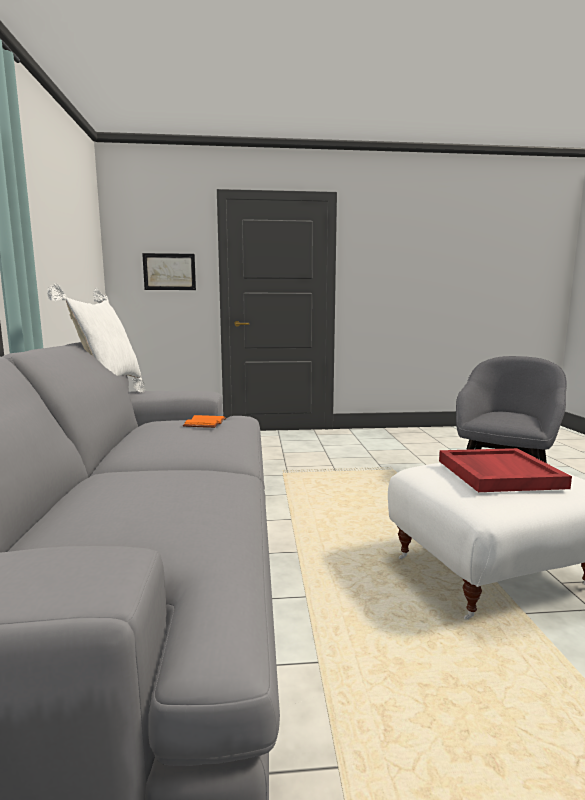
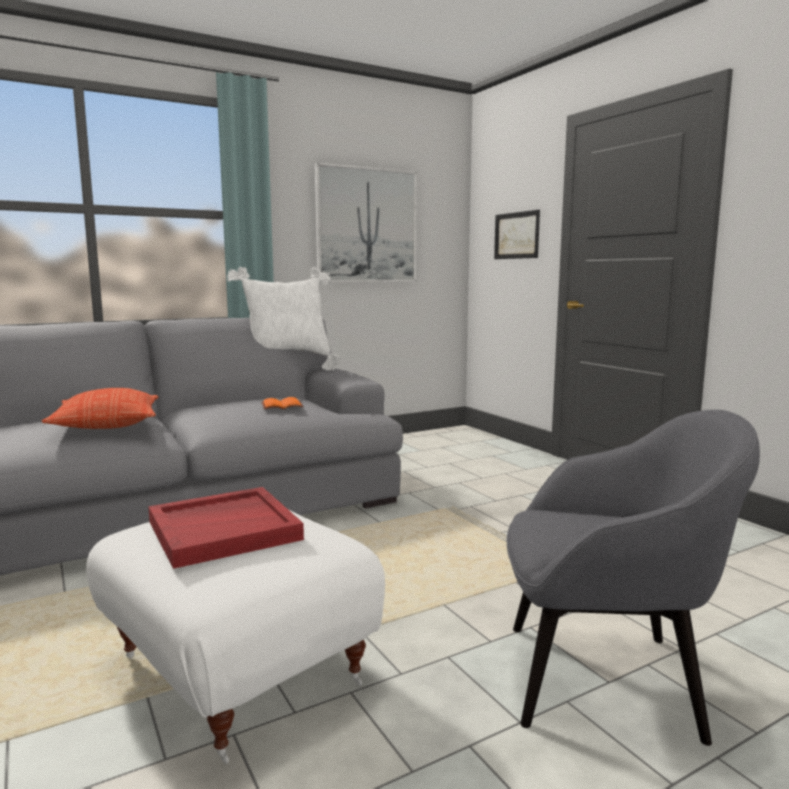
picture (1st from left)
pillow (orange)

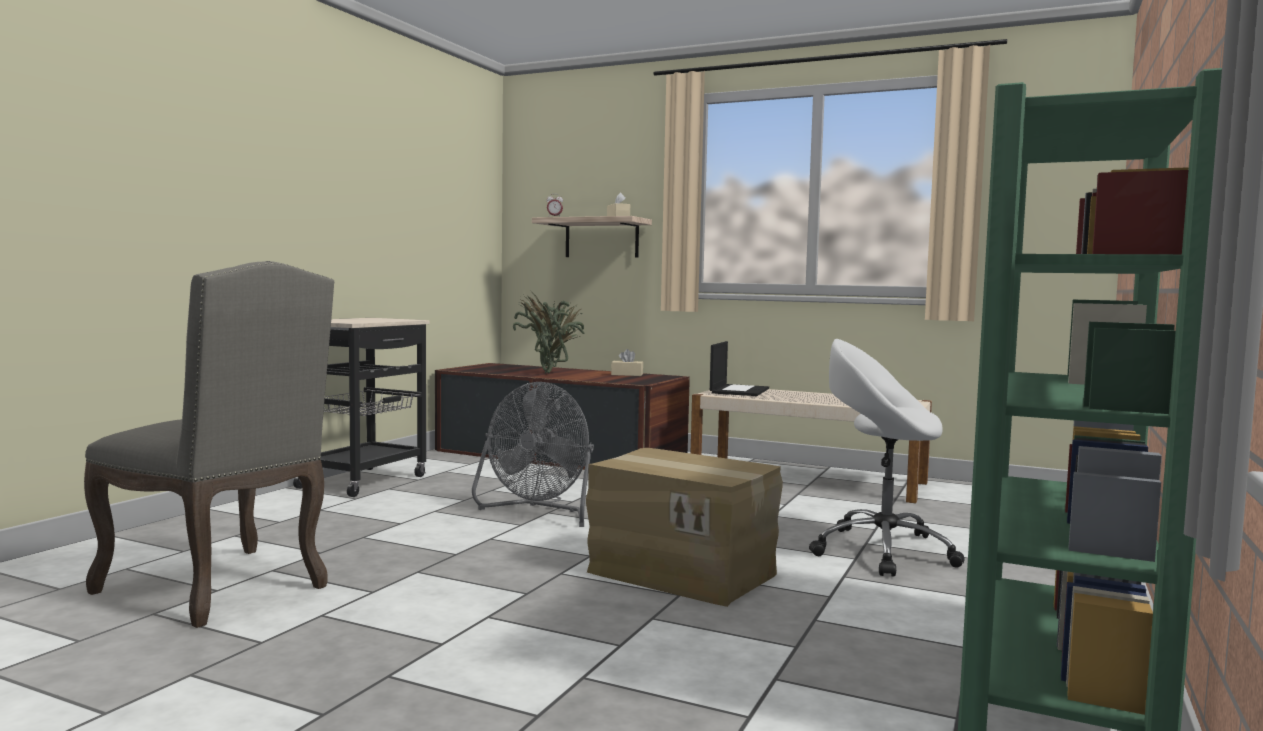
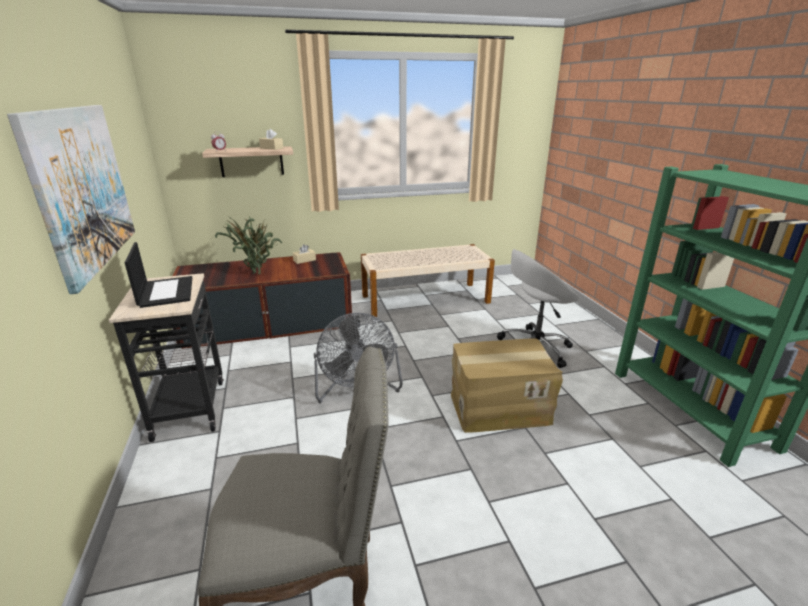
laptop
picture

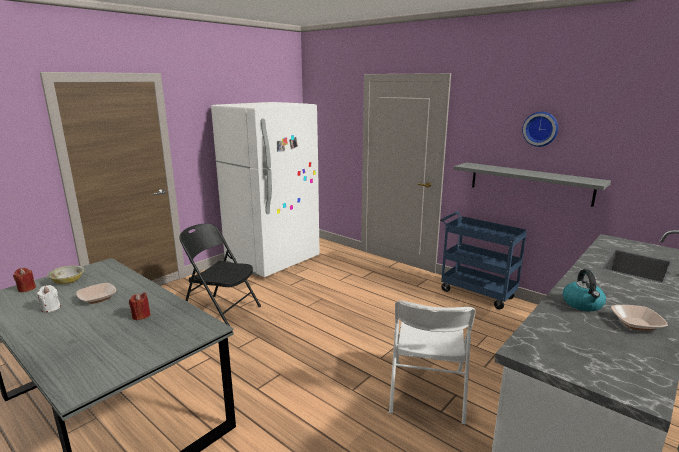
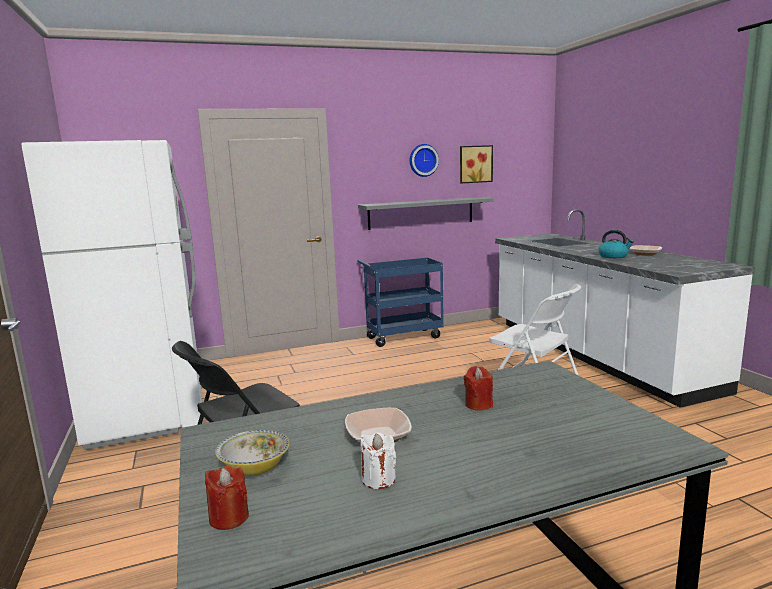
picture

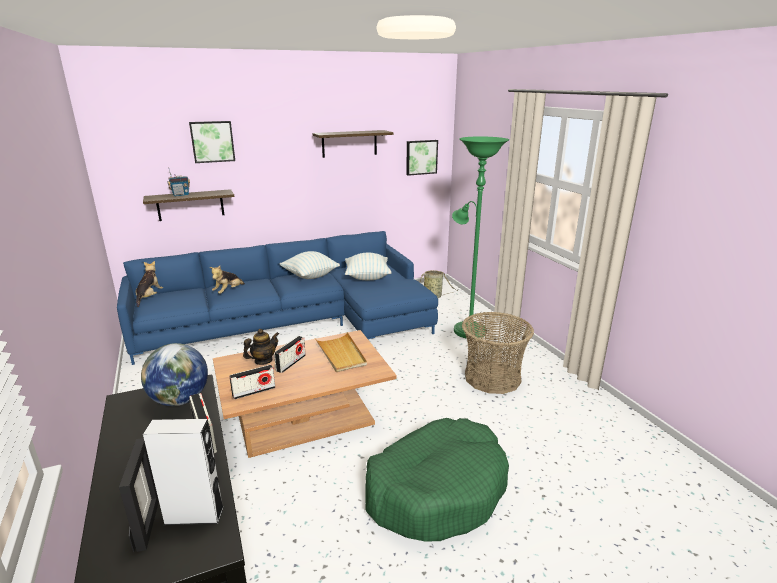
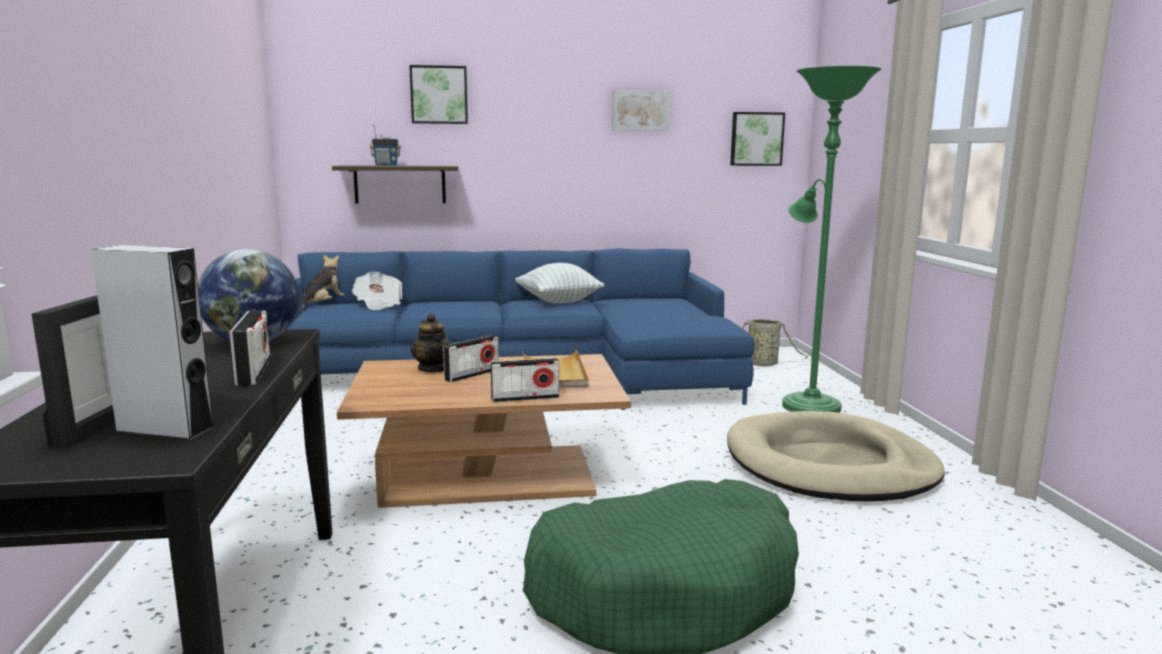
picture (2nd from left)
pillow (2nd from left in the first image)
plush toy (2nd from left in the first image)
dog bed (beige)
teapot
radio (4th from left)
newspaper

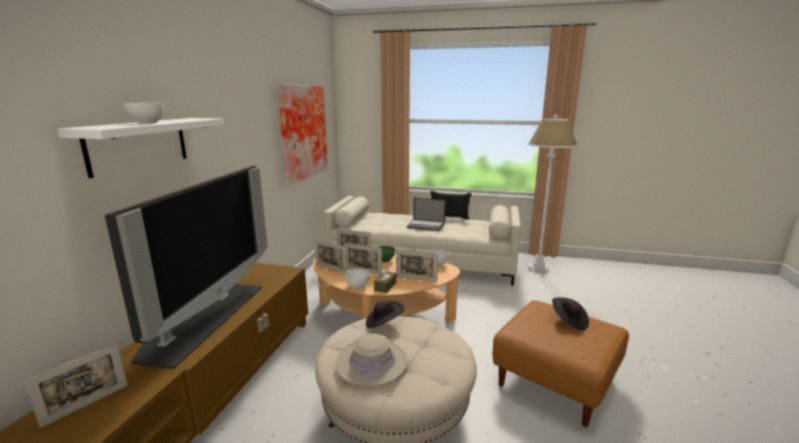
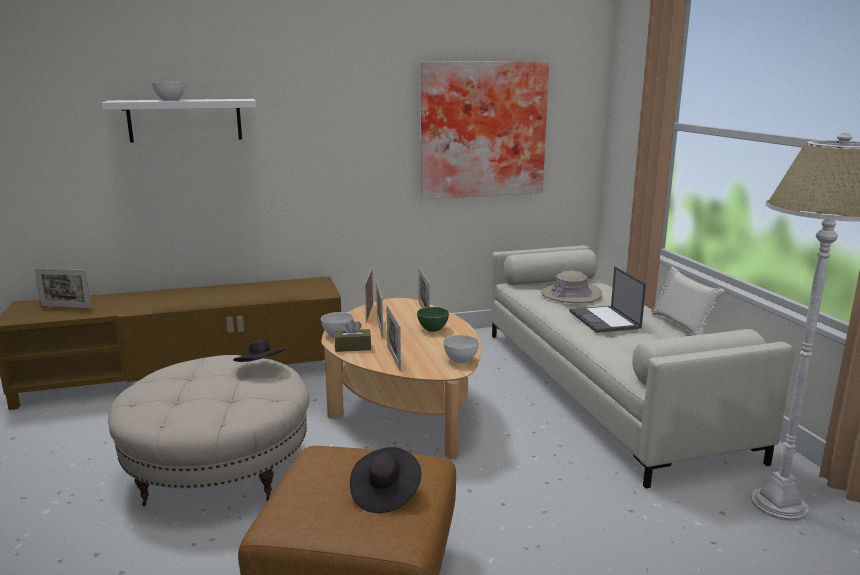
television
pillow (white)
hat (beige)

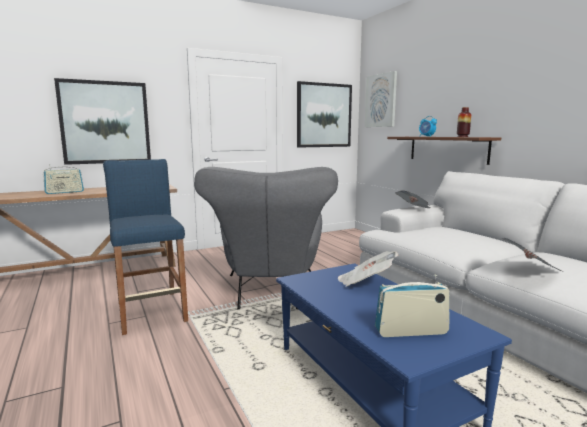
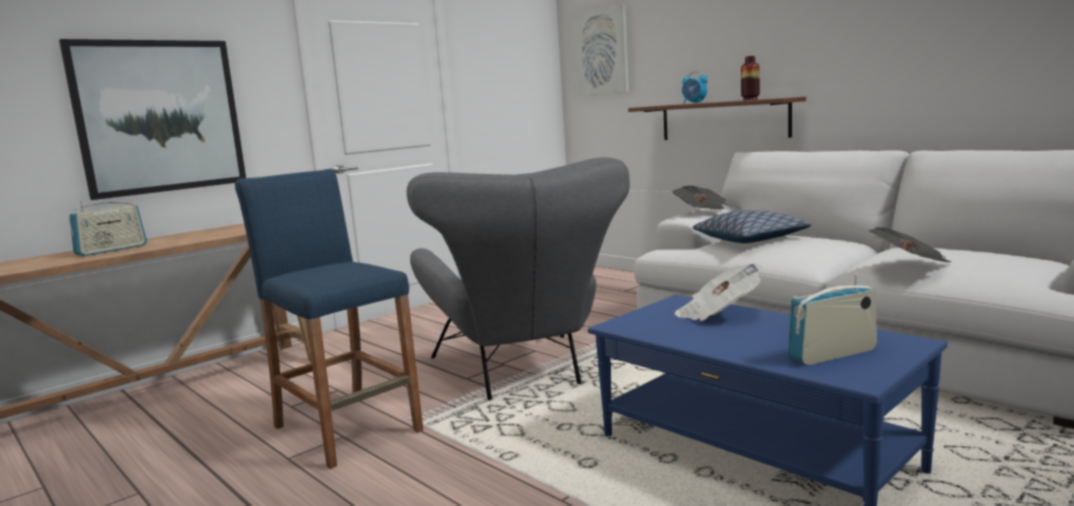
picture (2nd from left in the first image)
pillow

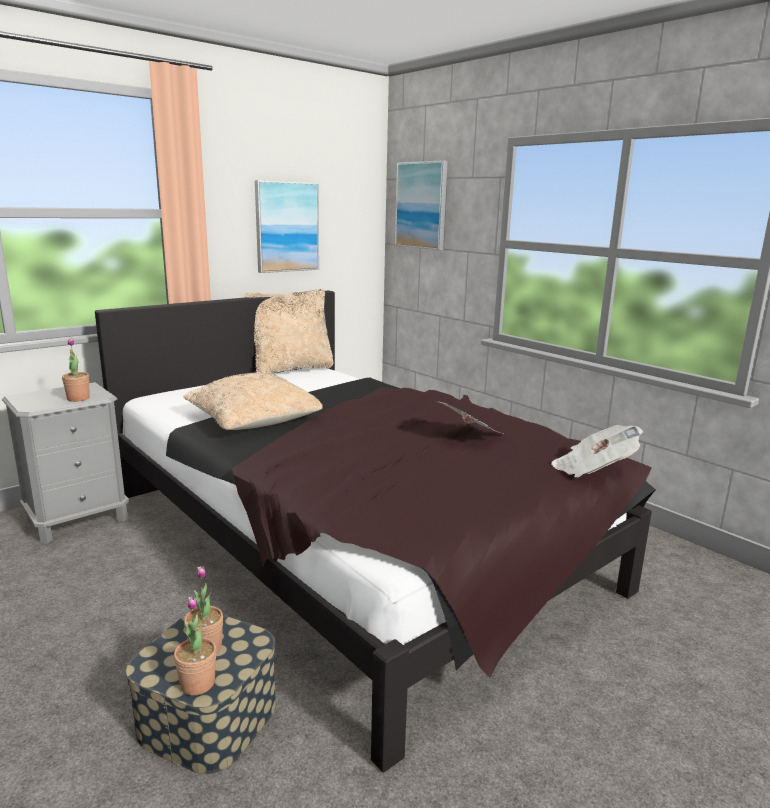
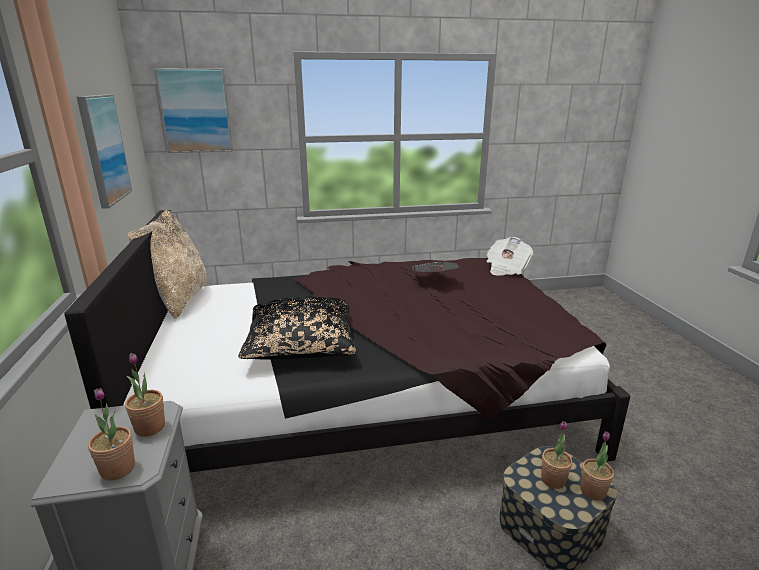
pillow (black)
potted plant (1st from left)

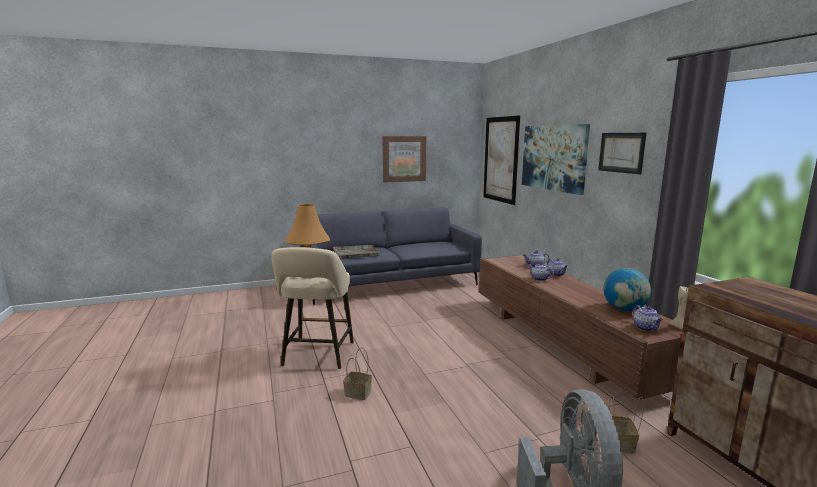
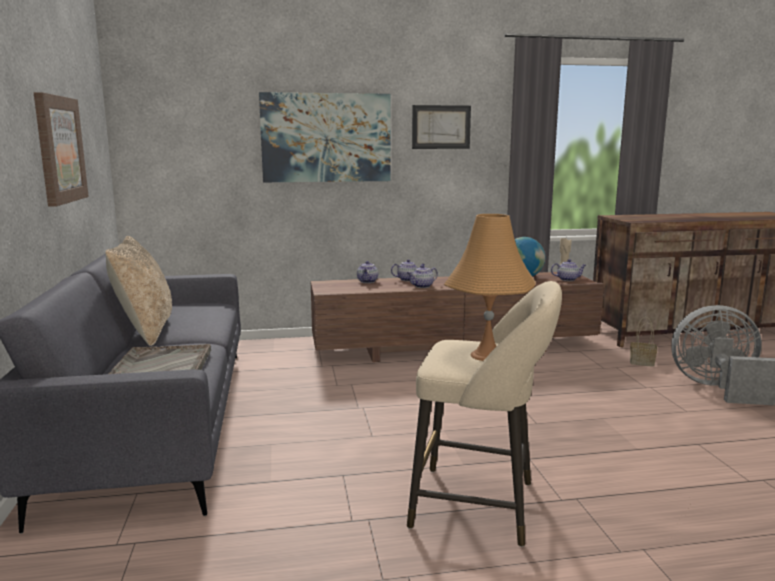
picture (2nd from left in the first image)
basket (1st from left in the first image)
pillow (beige)

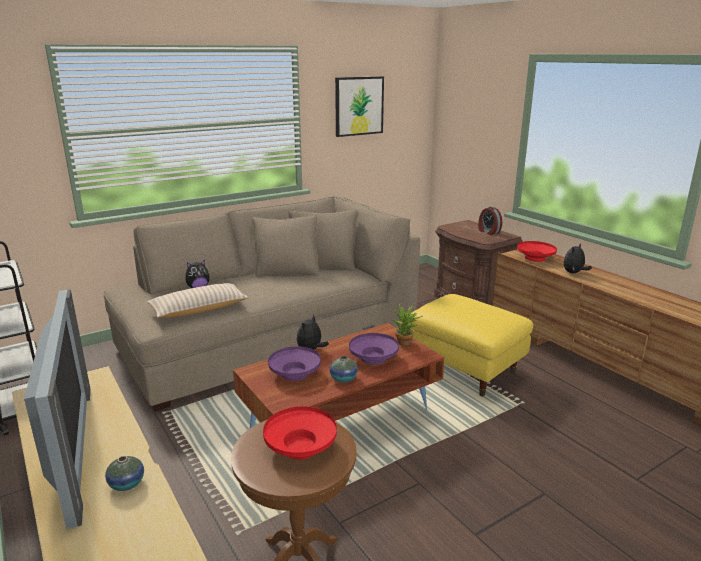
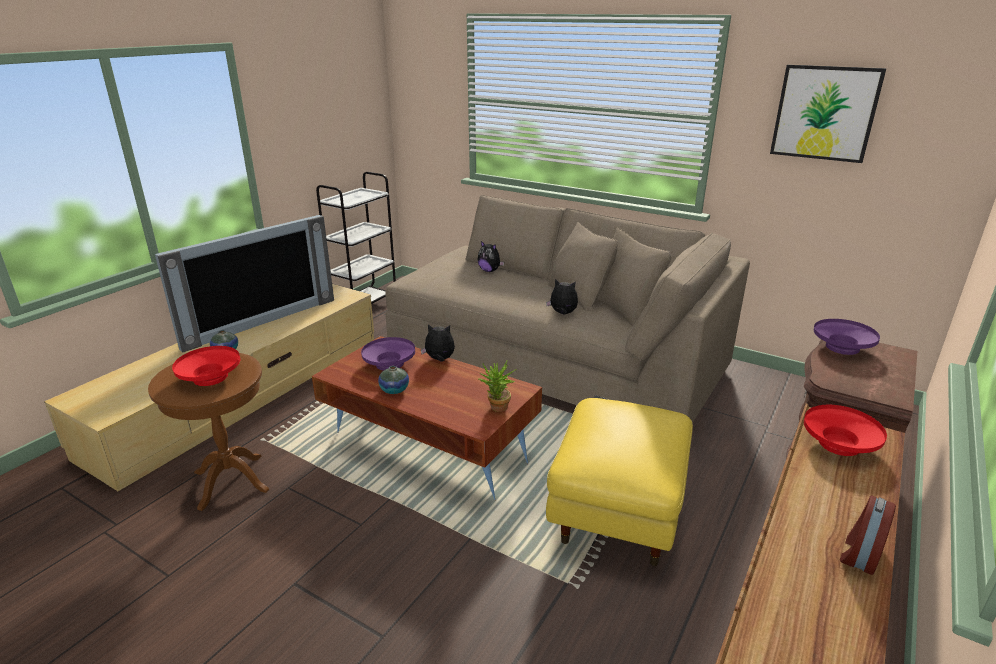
alarm clock
plush toy (3rd from left)
pillow (beige)
bowl (purple) (2nd from left)

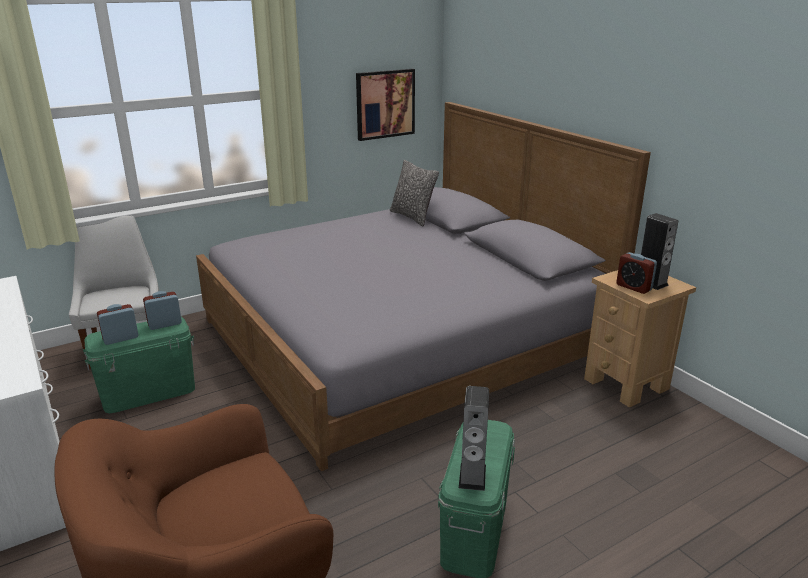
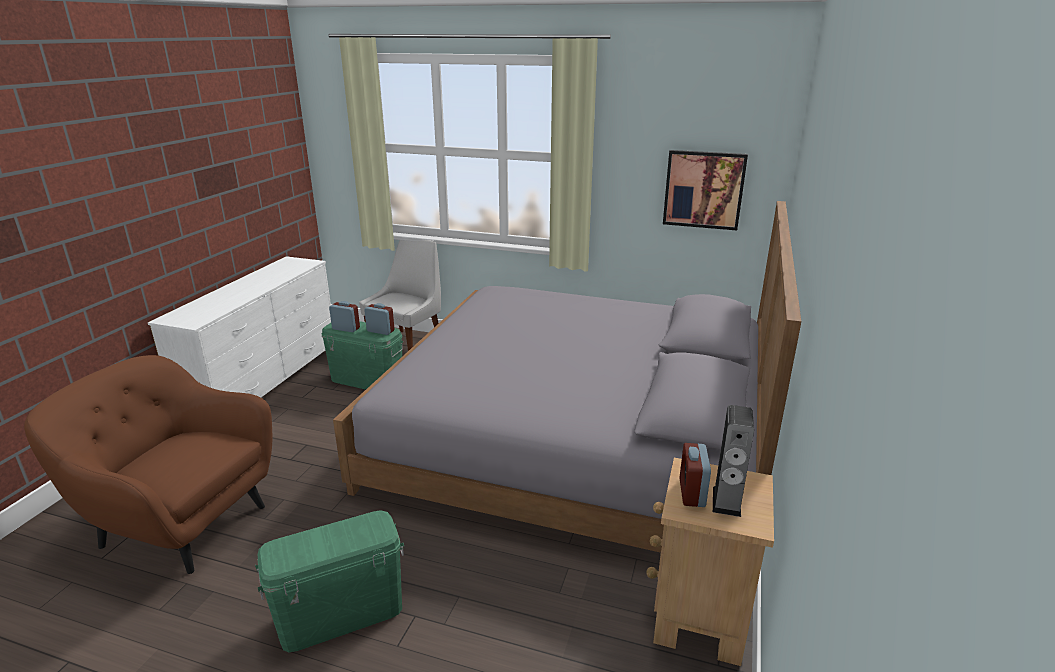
pillow
speaker (1st from left in the first image)

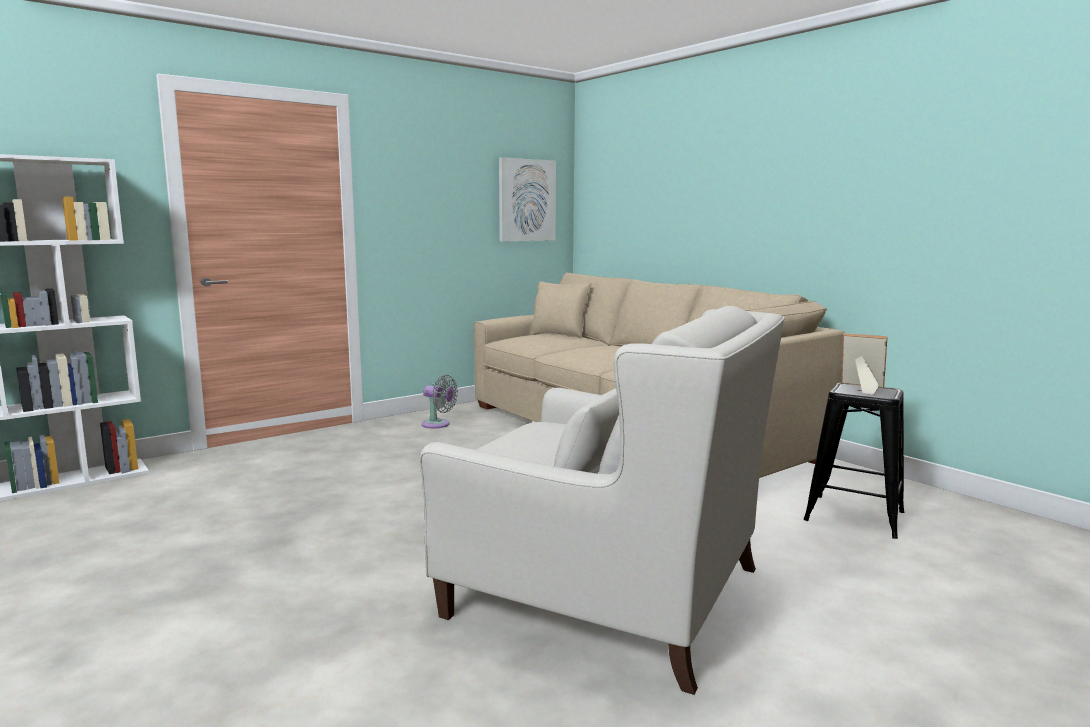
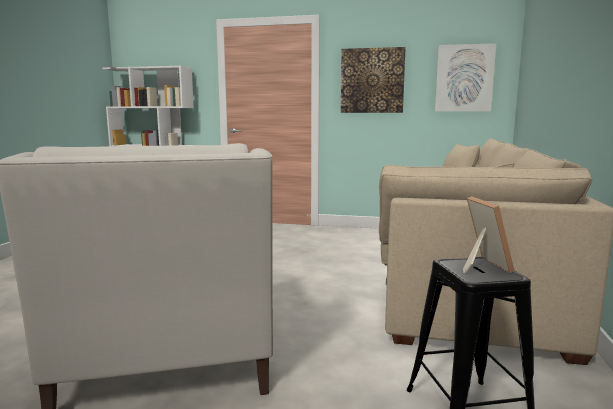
fan (grey)
picture (1st from left)

